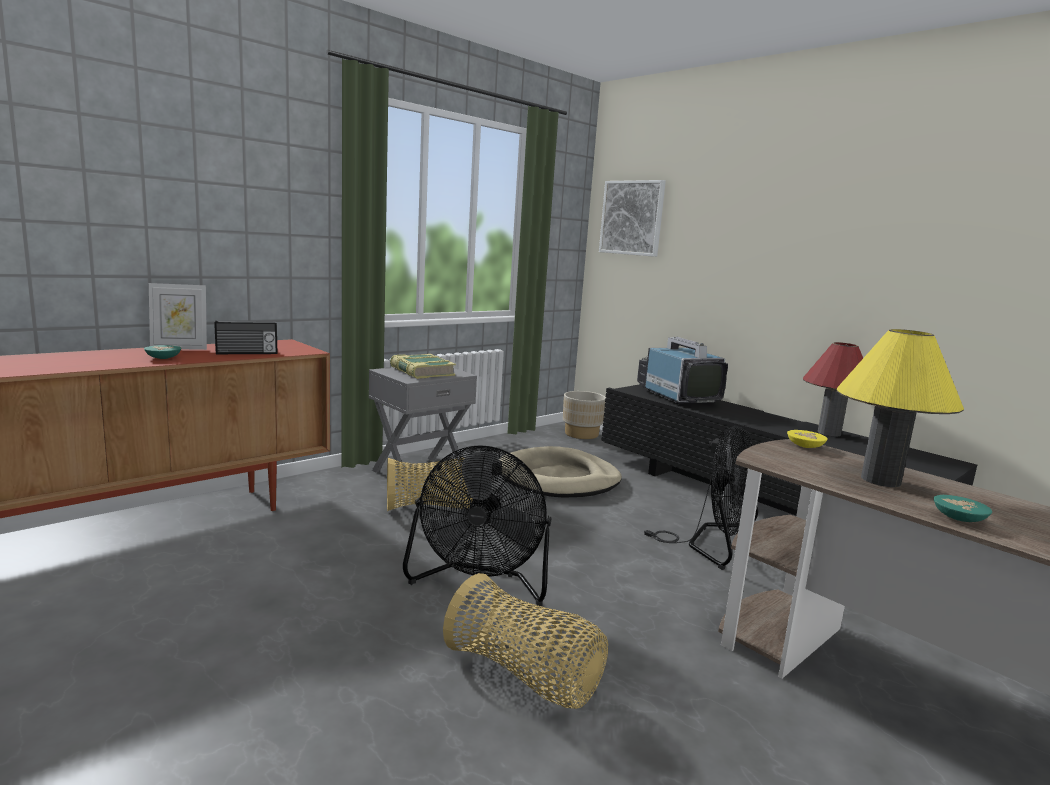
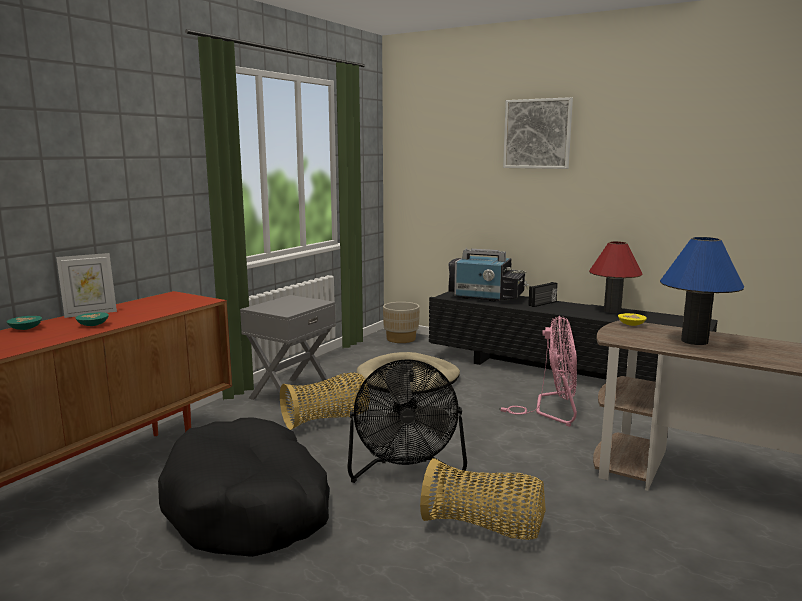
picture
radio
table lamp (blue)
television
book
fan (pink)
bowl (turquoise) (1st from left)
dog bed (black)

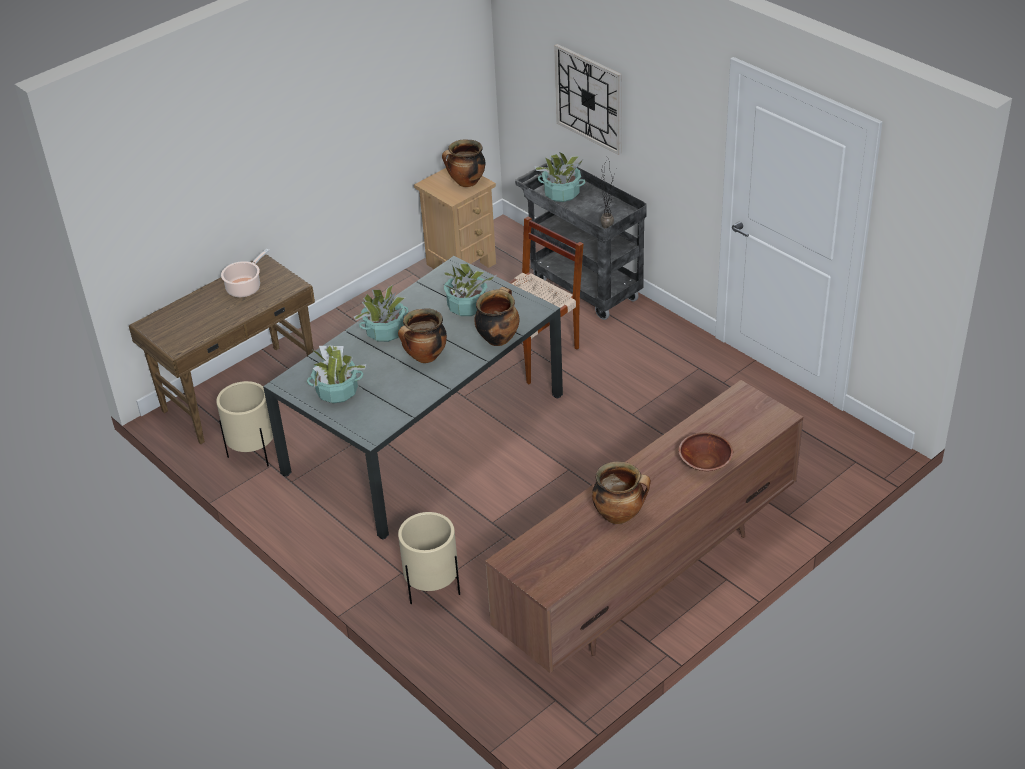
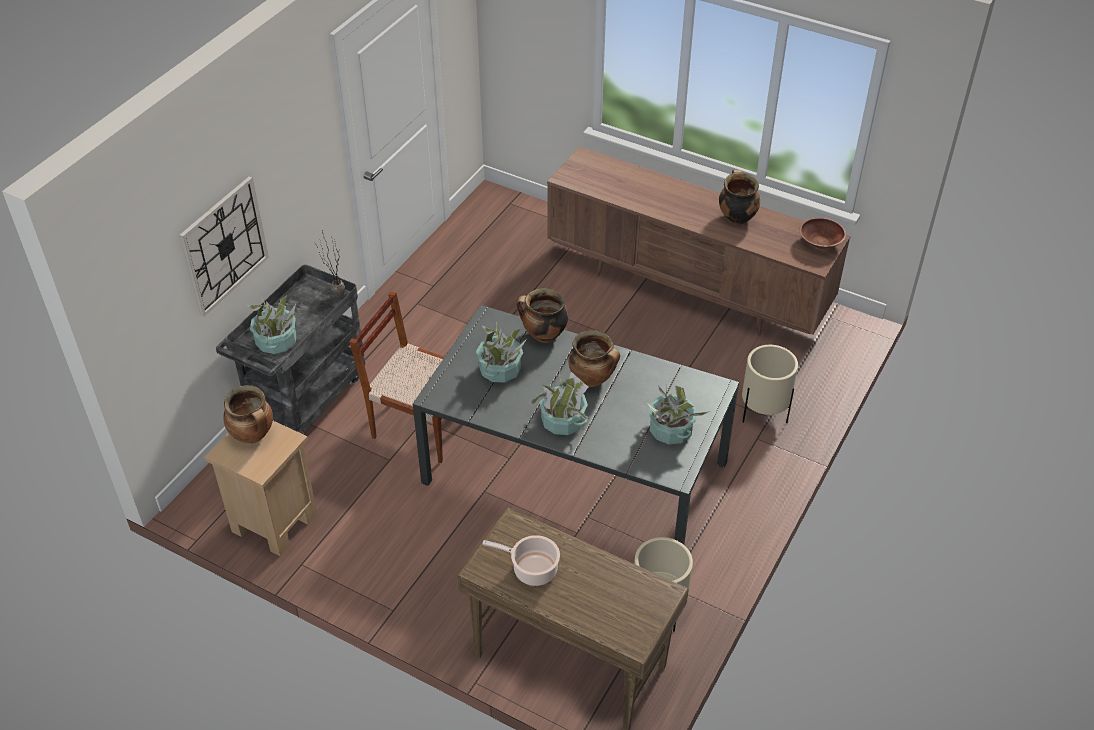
bowl (brown)

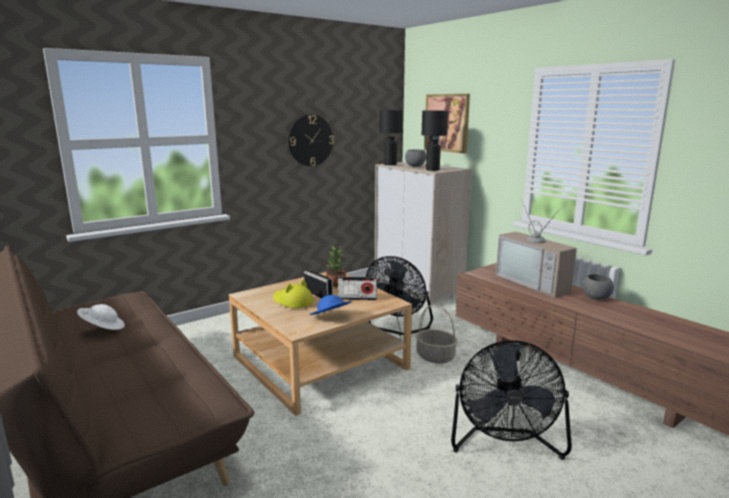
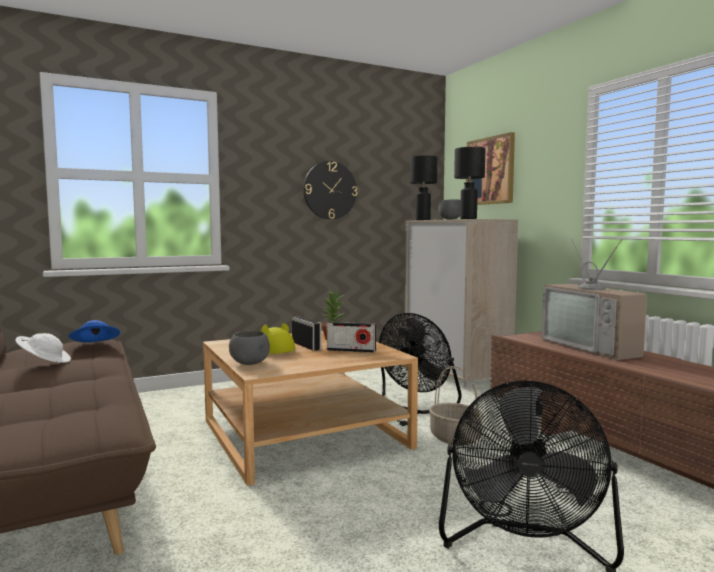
bowl (grey) (1st from left)
hat (blue)

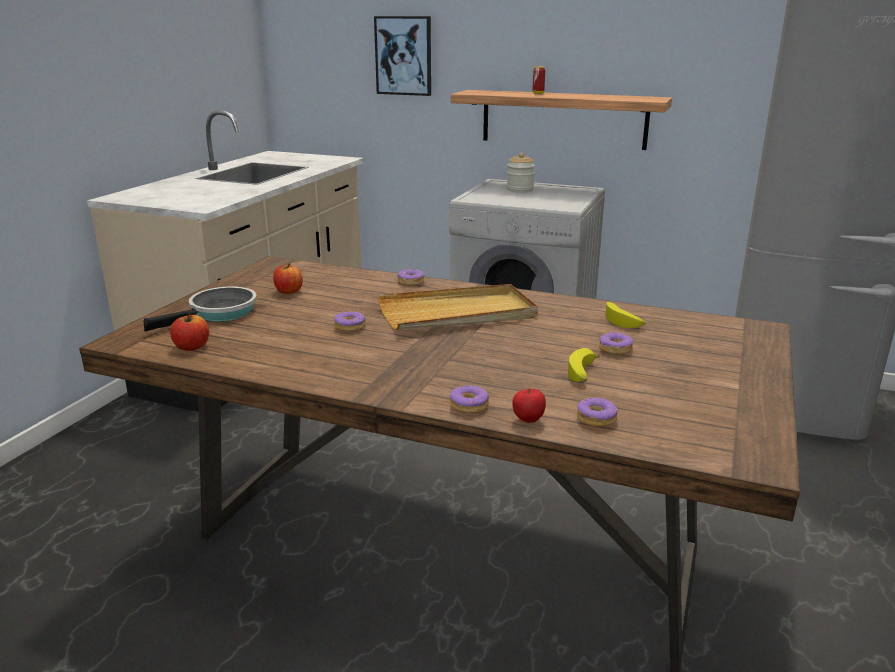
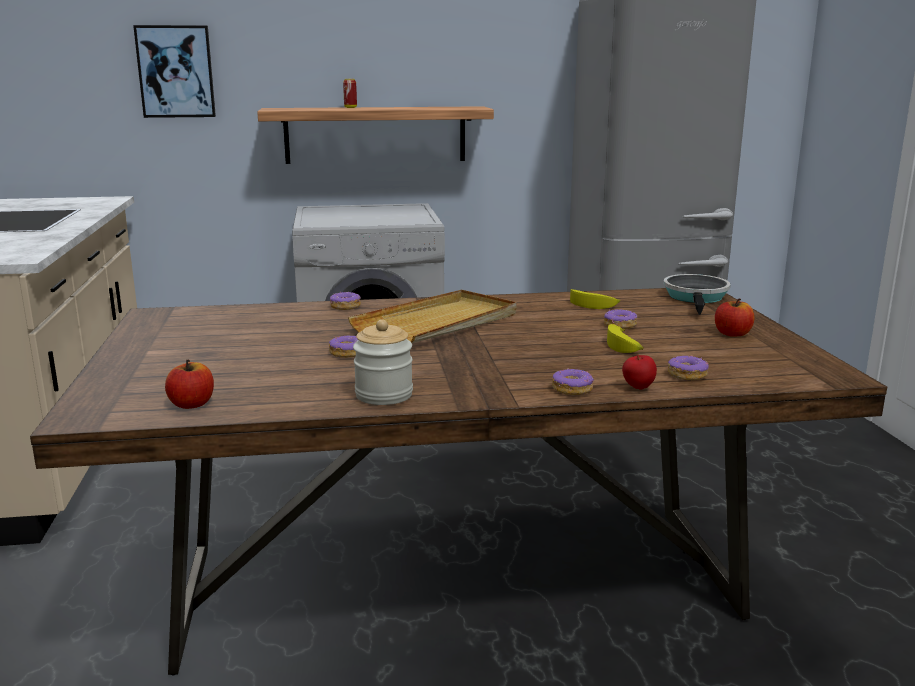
jar
apple (3rd from left)
frying pan

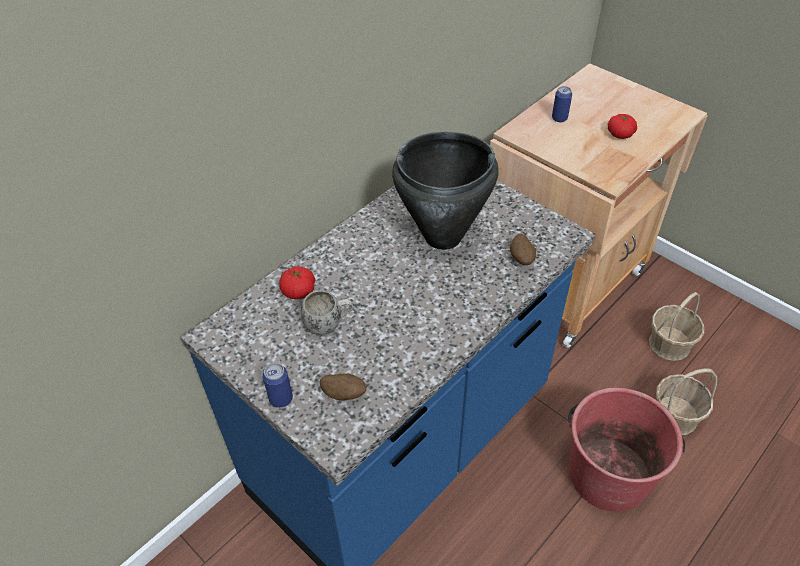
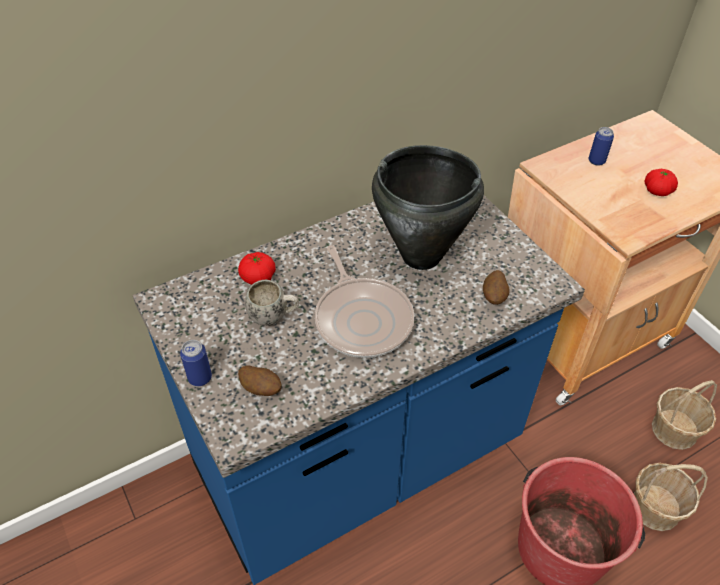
frying pan

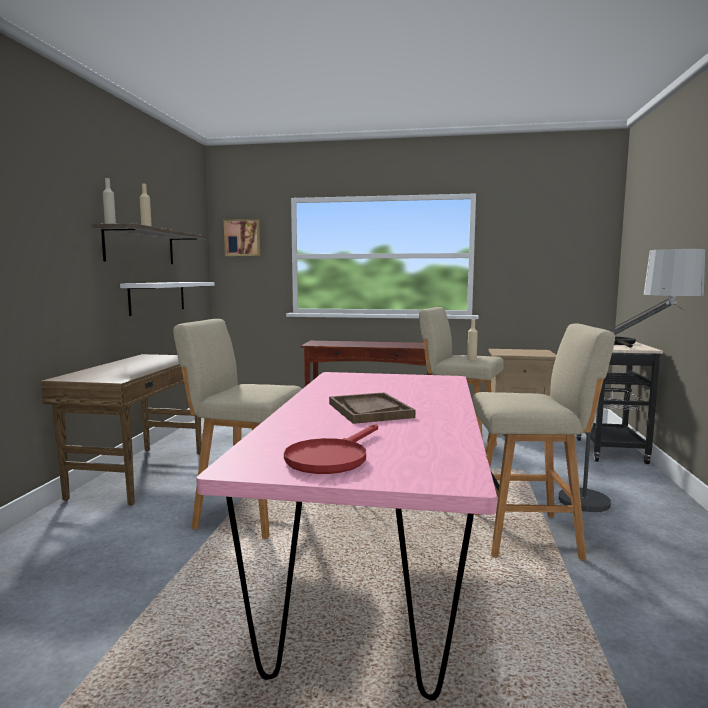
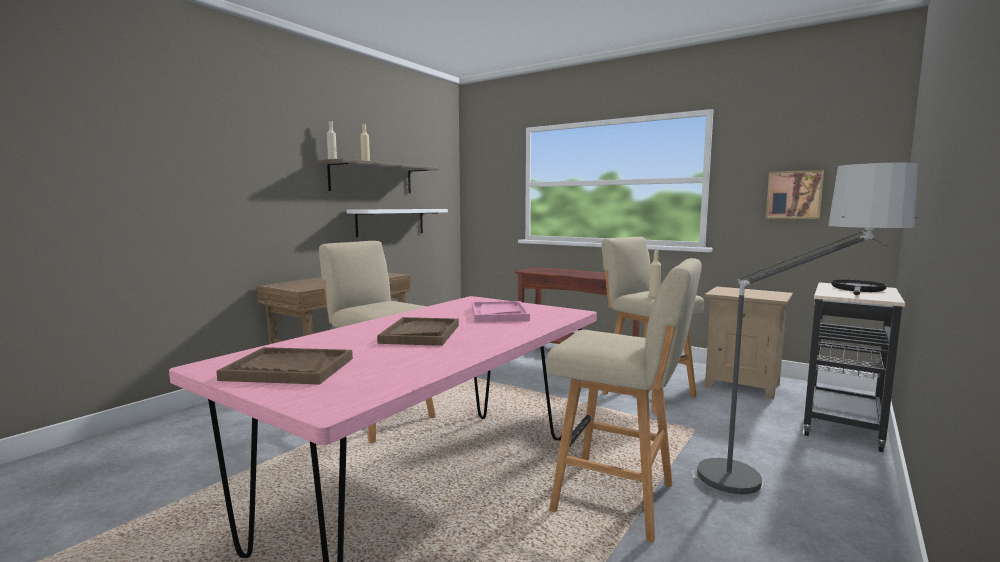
picture
tray (brown) (1st from left)
tray (pink)

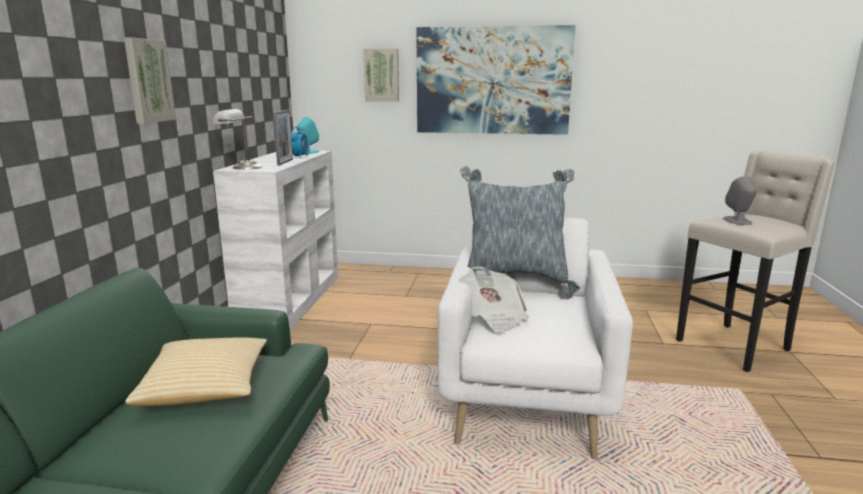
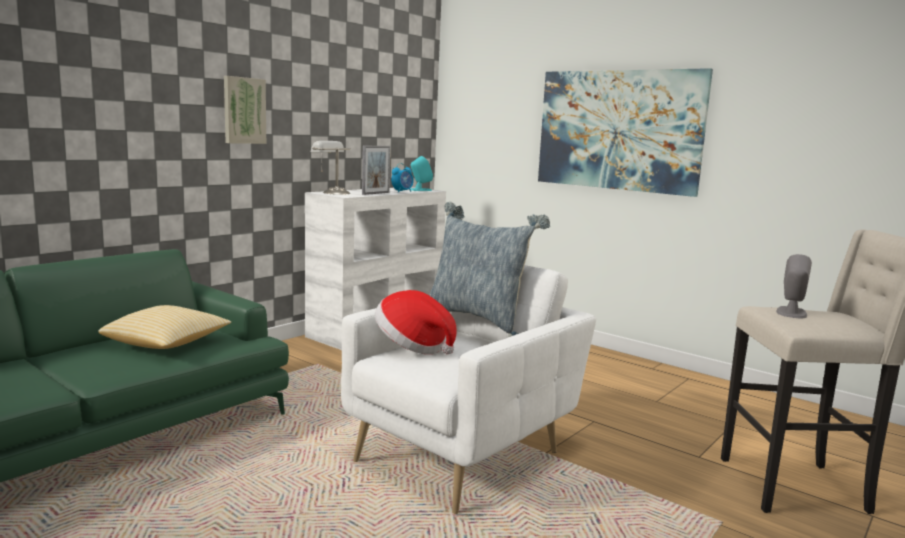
picture (2nd from left in the first image)
hat

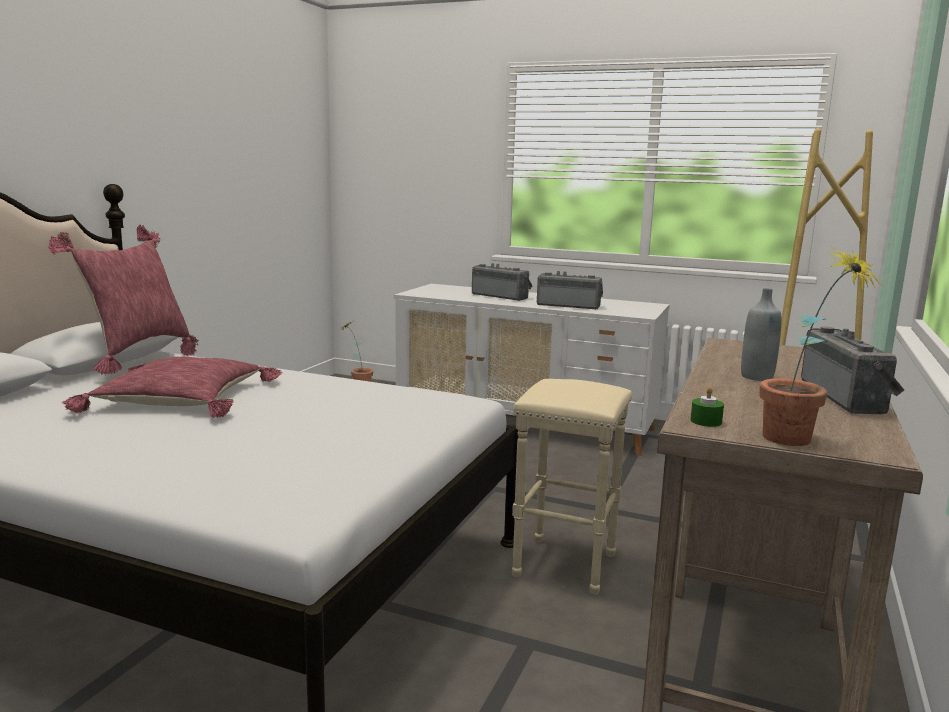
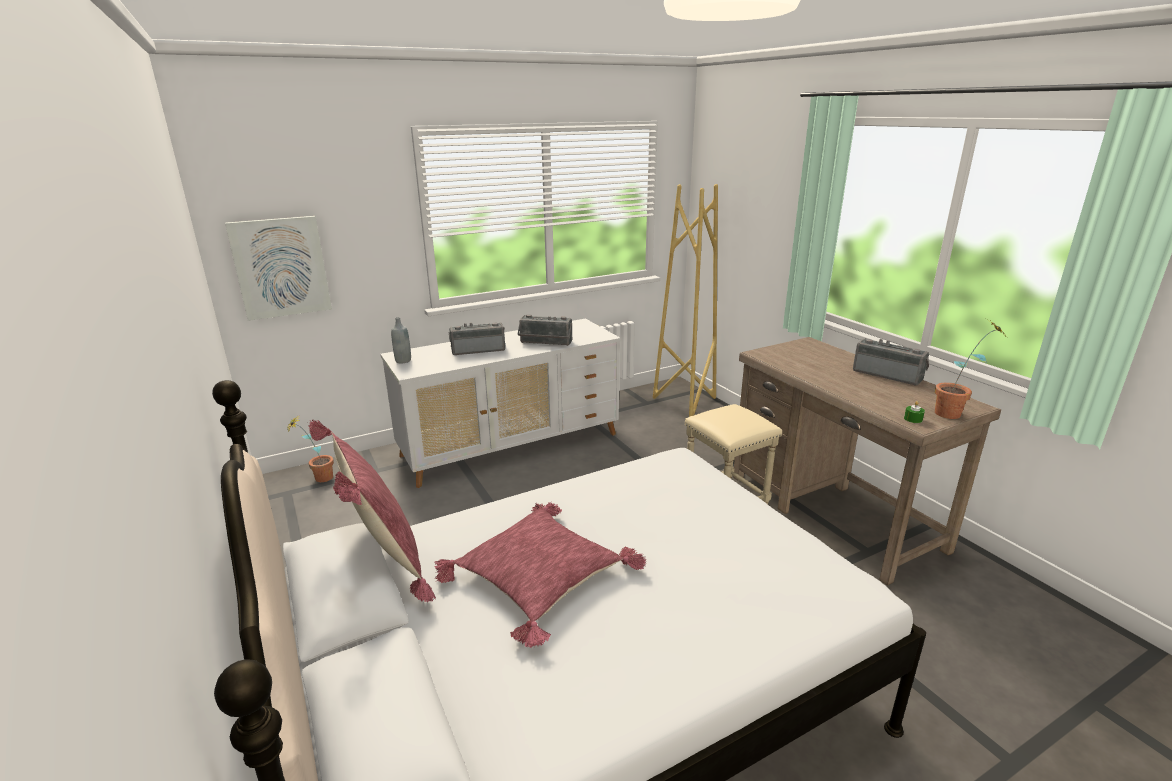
radio (2nd from left)
bottle (grey)
picture

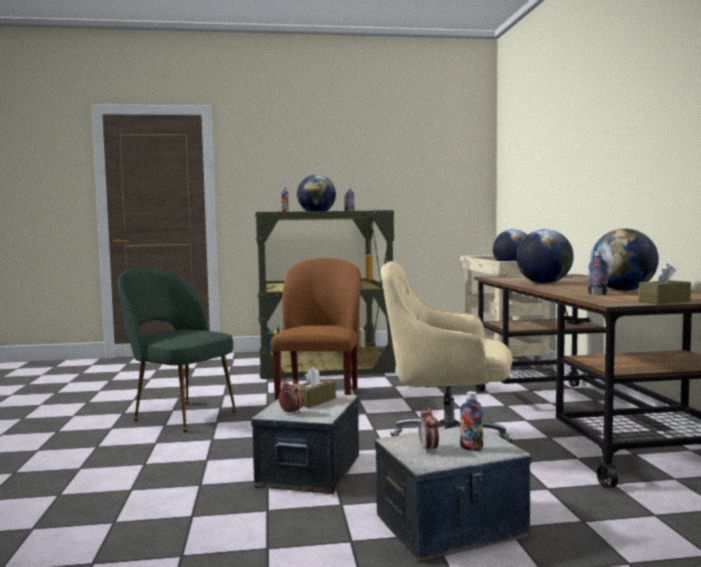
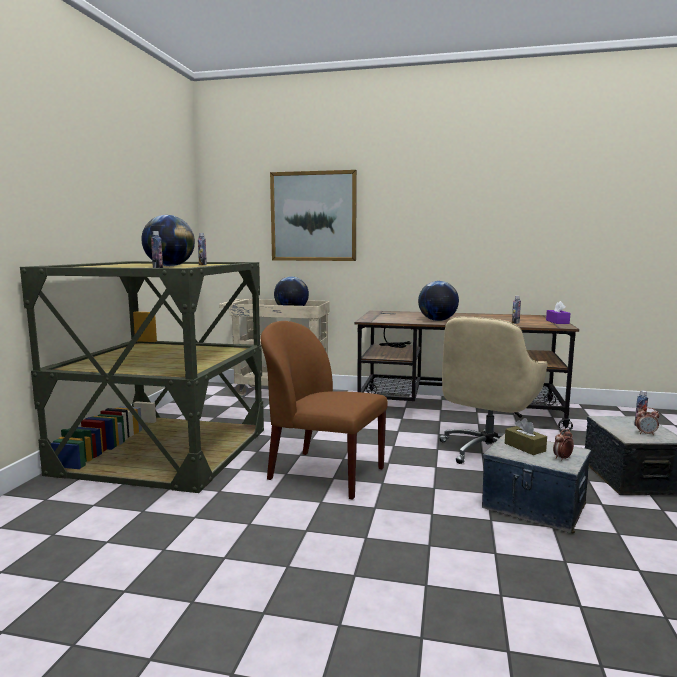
globe (4th from left in the first image)
tissue box (purple)
chair (green)
picture

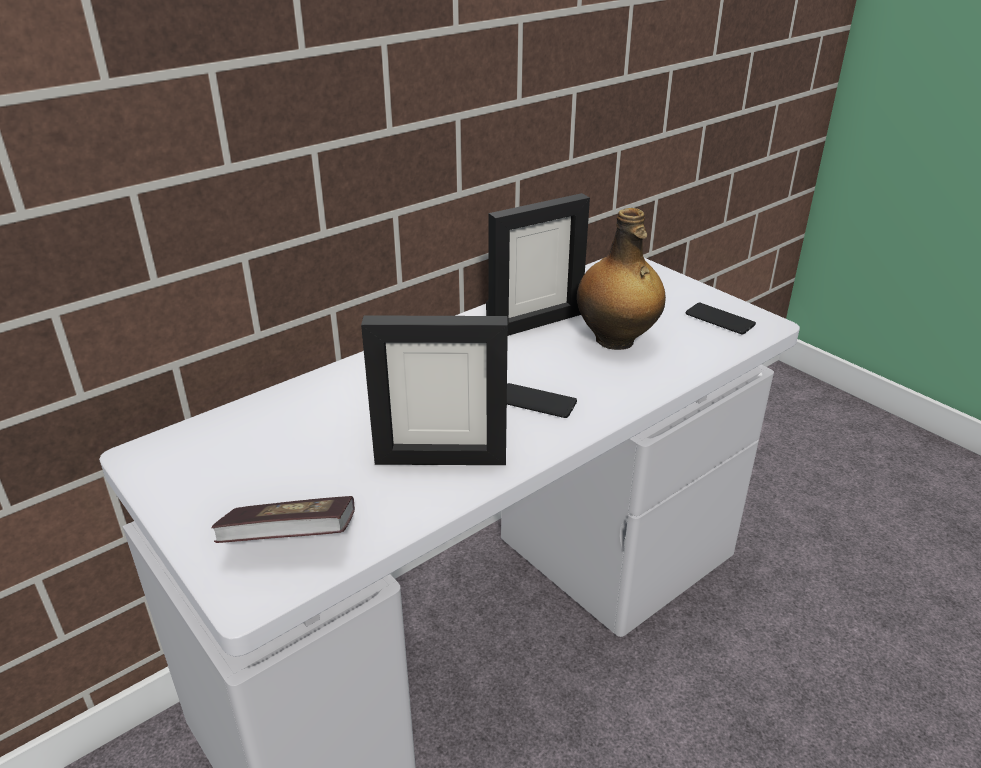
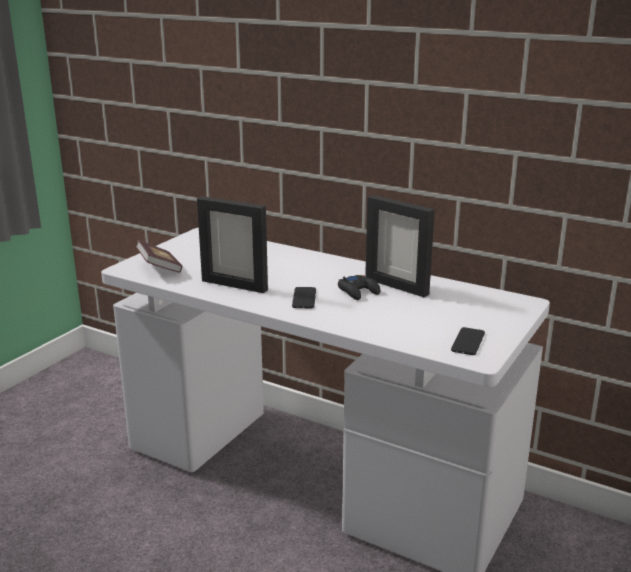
bottle
picture frame (1st from left)
game controller (black)

